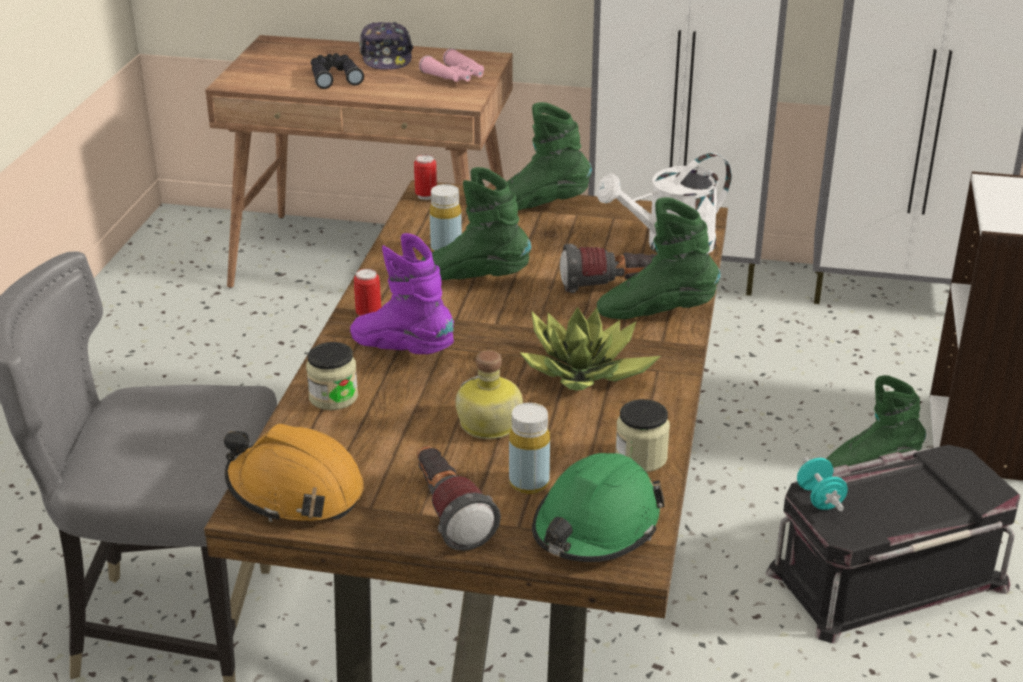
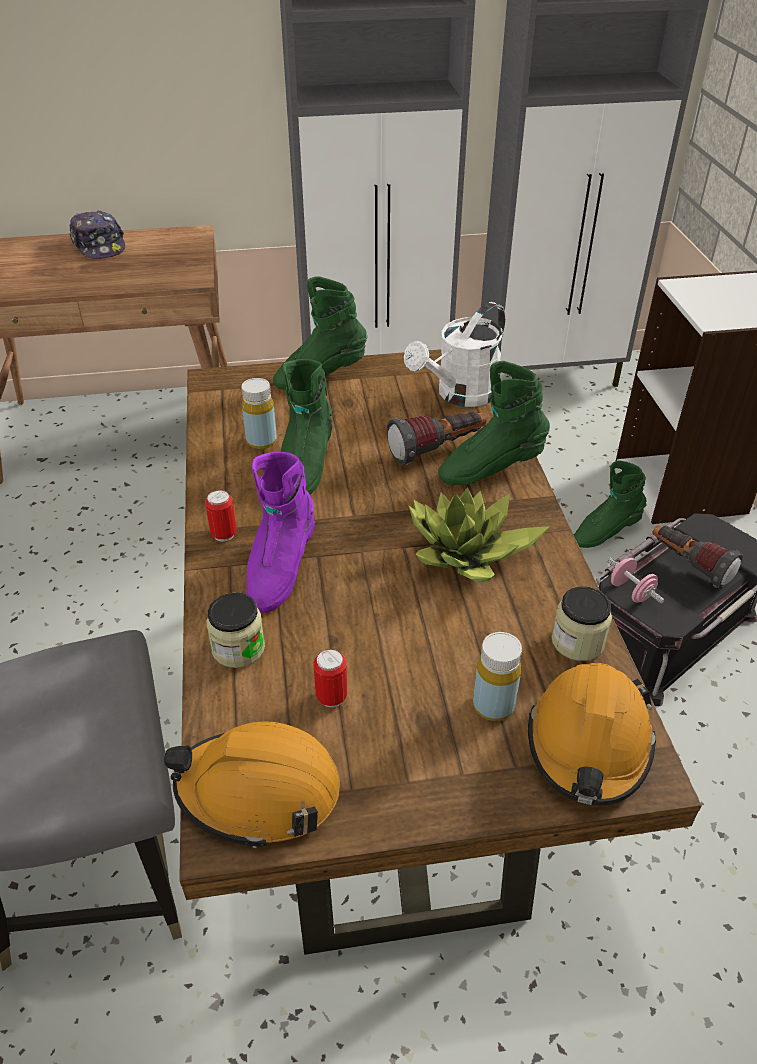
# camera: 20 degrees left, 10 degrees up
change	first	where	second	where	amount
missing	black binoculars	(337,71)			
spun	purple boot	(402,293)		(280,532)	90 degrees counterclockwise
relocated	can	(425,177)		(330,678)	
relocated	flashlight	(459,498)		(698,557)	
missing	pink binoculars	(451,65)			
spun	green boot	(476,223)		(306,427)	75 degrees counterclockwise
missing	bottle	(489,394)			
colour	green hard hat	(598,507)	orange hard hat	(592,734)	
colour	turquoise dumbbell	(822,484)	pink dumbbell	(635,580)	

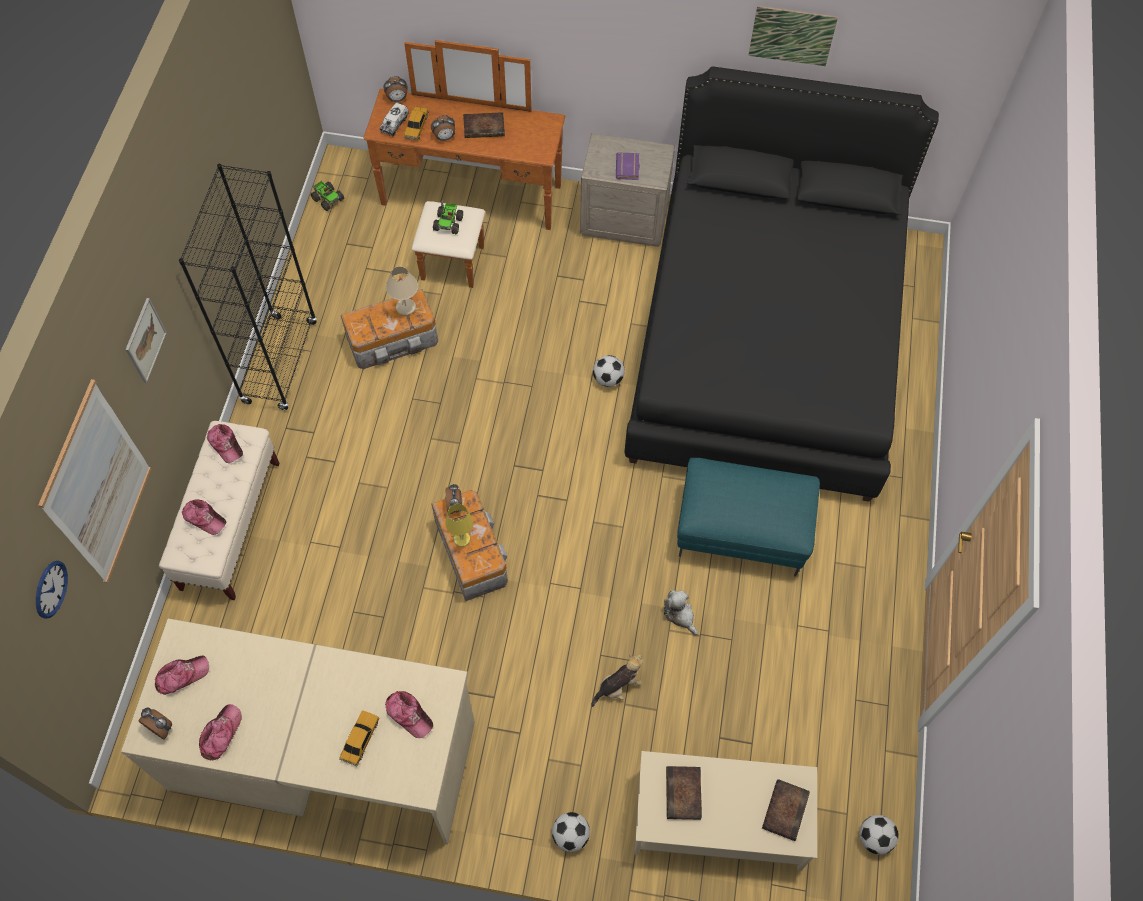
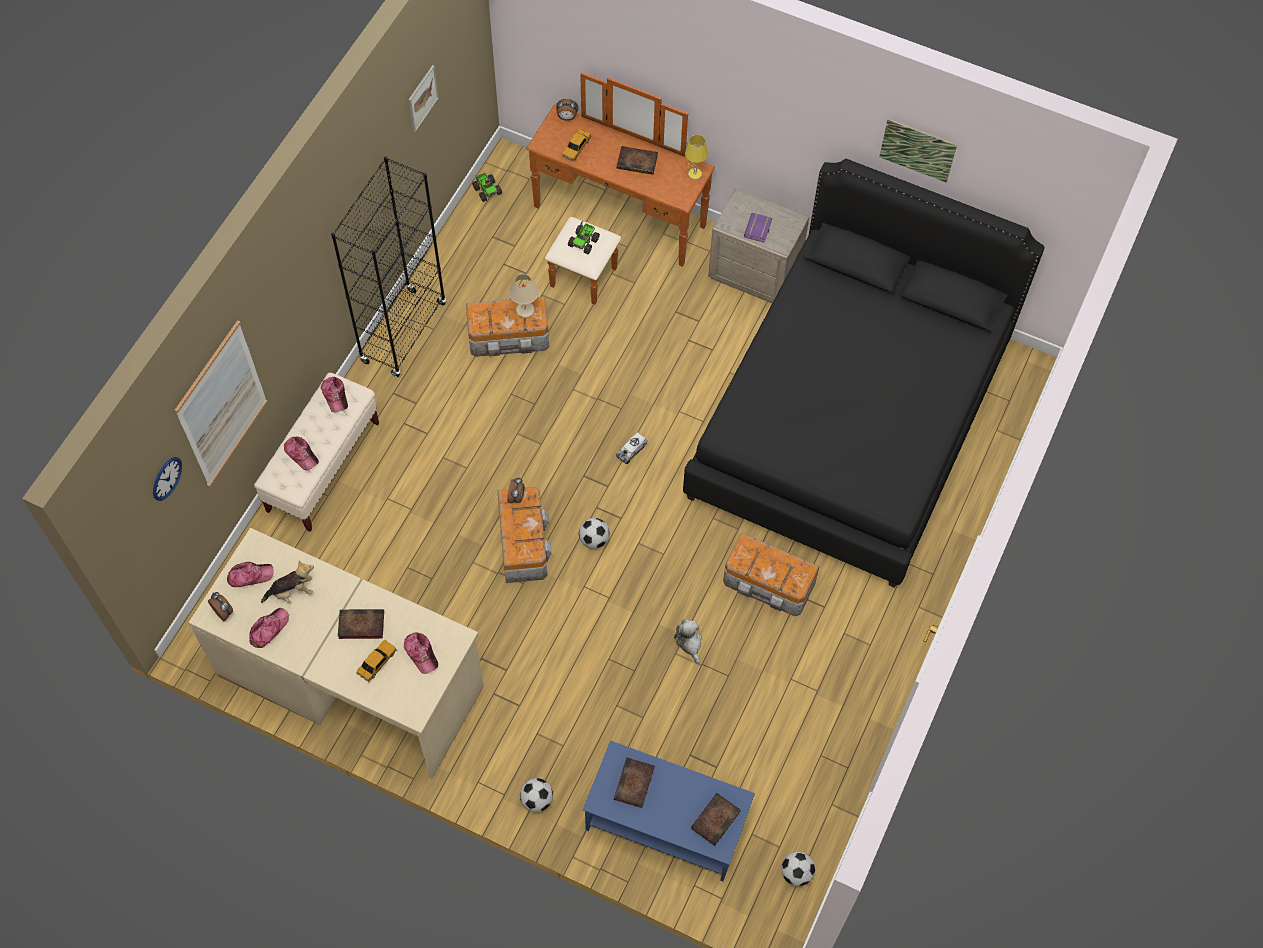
# camera: 15 degrees right, 0 degrees up
change	first	where	second	where	amount
relocated	picture	(146,340)		(423,98)	
relocated	toy truck	(394,119)		(631,448)	
missing	alarm clock	(443,128)			
relocated	yellow table lamp	(459,525)		(696,157)	
relocated	plush toy	(617,681)		(287,582)	
relocated	football	(609,371)		(594,533)	
colour	beige coffee table	(725,811)	blue coffee table	(669,810)	
exchanged	turquoise ottoman	(748,517)	storage box	(771,574)	
appeared			book	(361,624)	

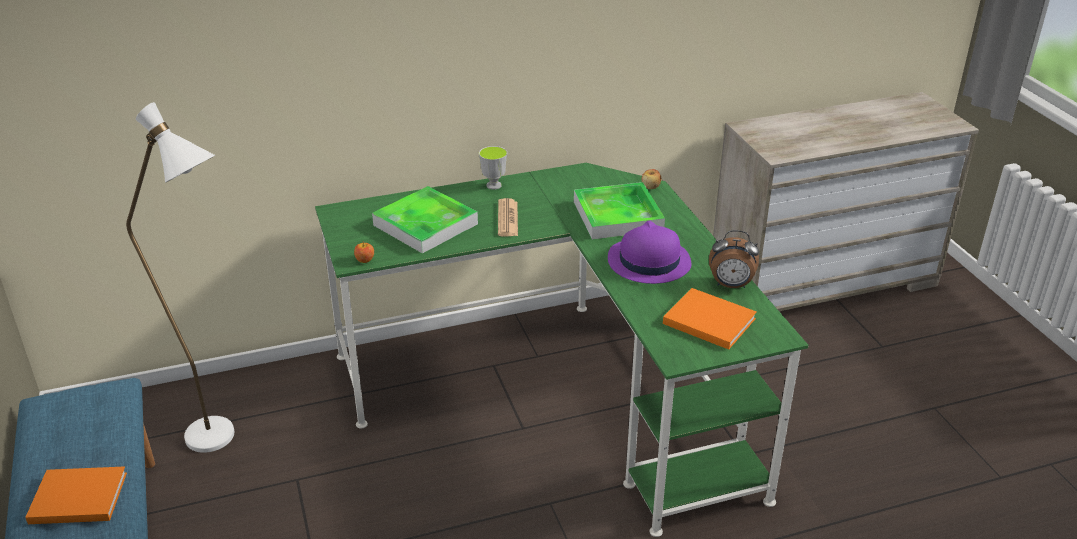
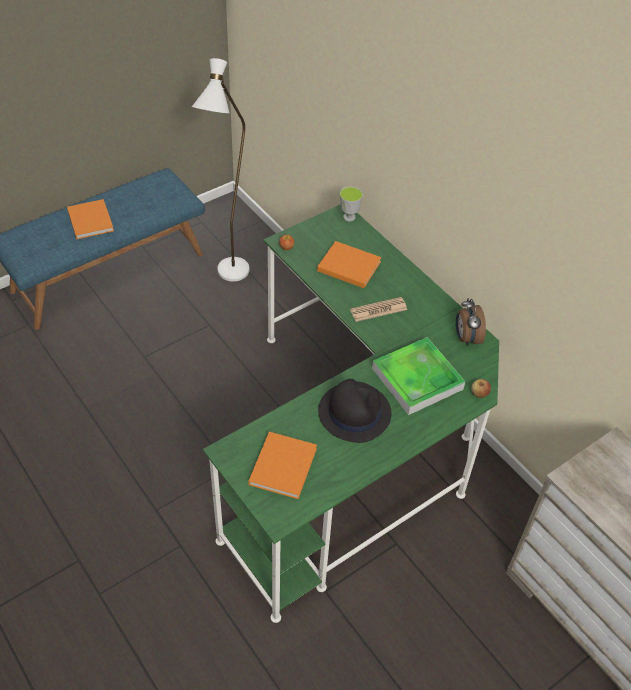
# camera: 70 degrees right, 15 degrees up
change	first	where	second	where	amount
exchanged	tray	(425,219)	orange book	(349,264)	
relocated	cup	(493,168)		(351,204)	
colour	purple hat	(650,252)	black hat	(355,411)	
relocated	alarm clock	(734,259)		(471,322)	

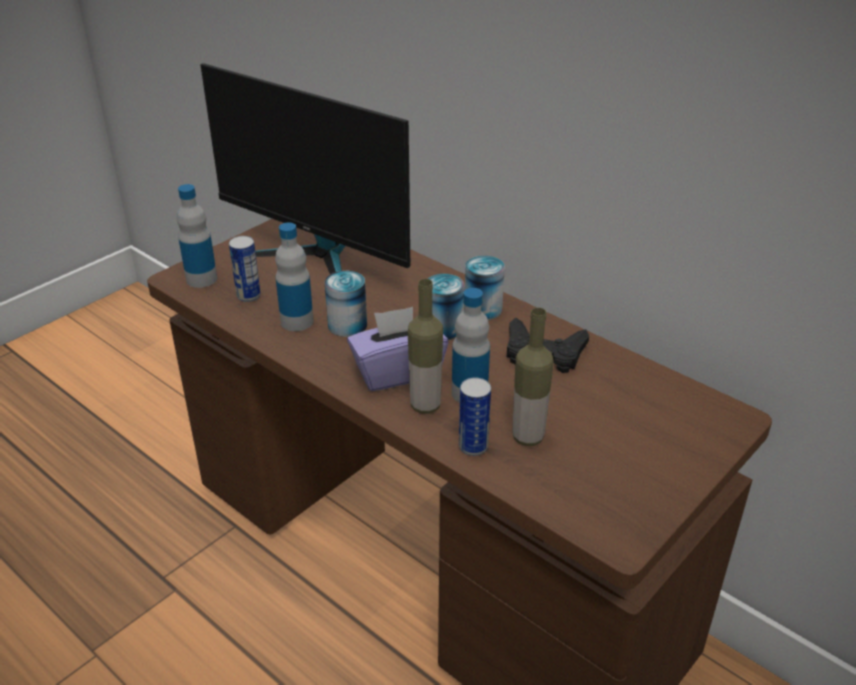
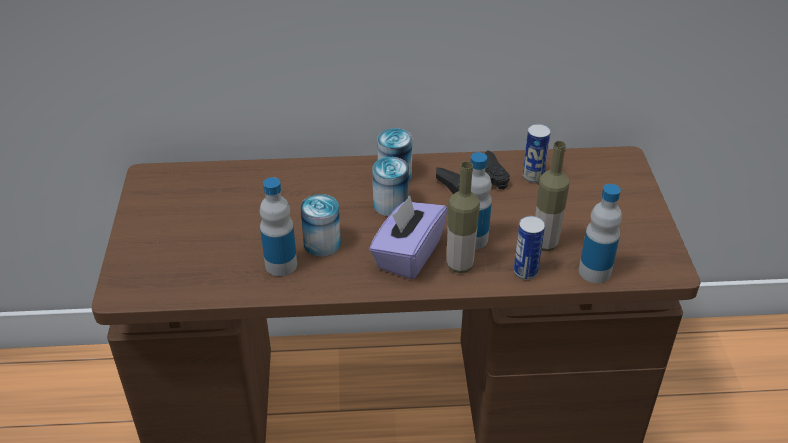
# camera: 45 degrees left, 5 degrees up
change	first	where	second	where	amount
relocated	bottle	(197,236)		(600,233)	
missing	monitor	(305,168)			
relocated	can	(245,269)		(537,153)	

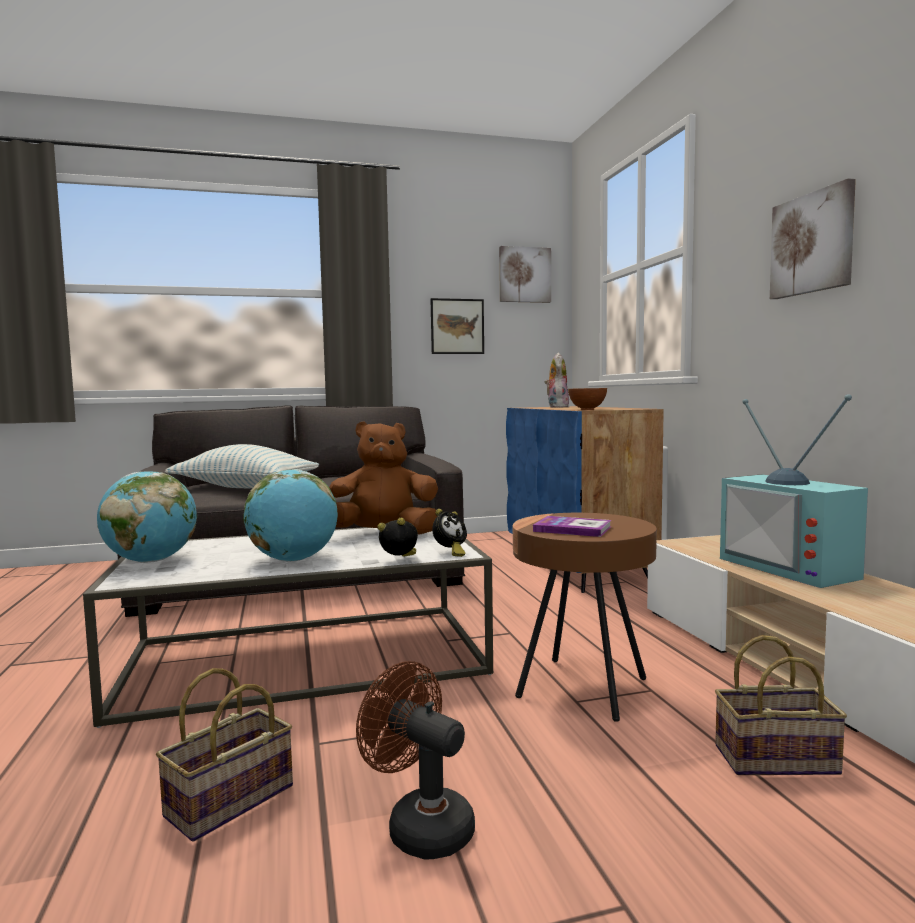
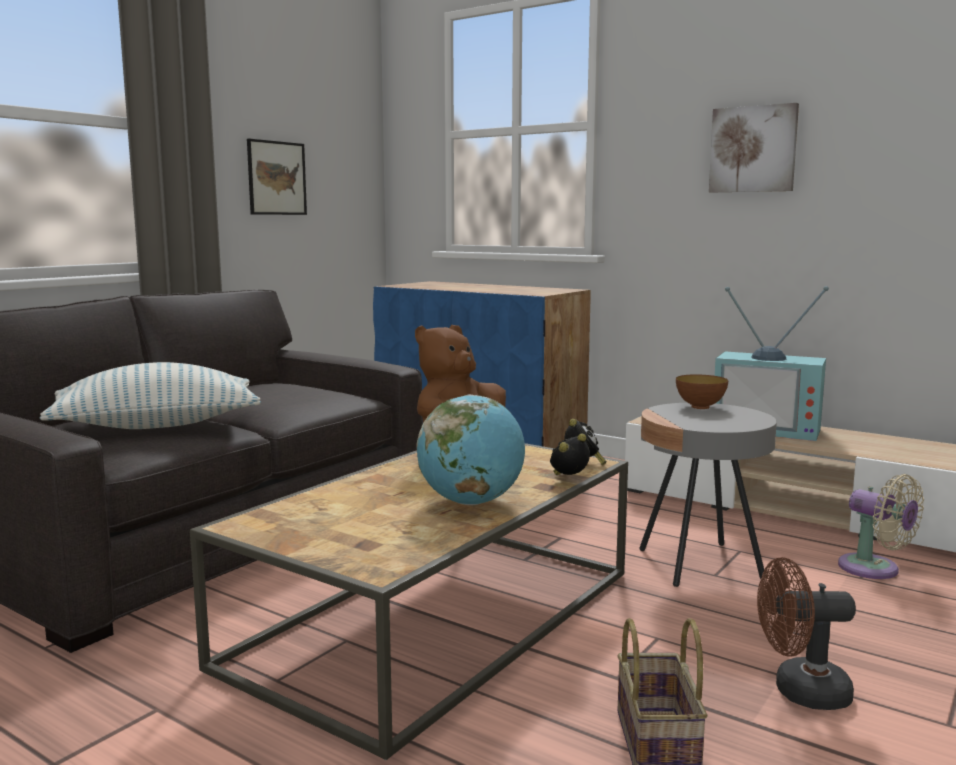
# camera: 40 degrees left, 5 degrees up
change	first	where	second	where	amount
colour	white coffee table	(288,627)	brown coffee table	(409,601)	
missing	globe	(147,517)			
missing	picture	(525,274)			
colour	brown side table	(585,617)	grey side table	(708,495)	
missing	book	(572,526)			
missing	plush toy	(557,380)			
relocated	bowl	(587,399)		(702,392)	
exchanged	basket	(781,705)	beige fan	(881,526)	

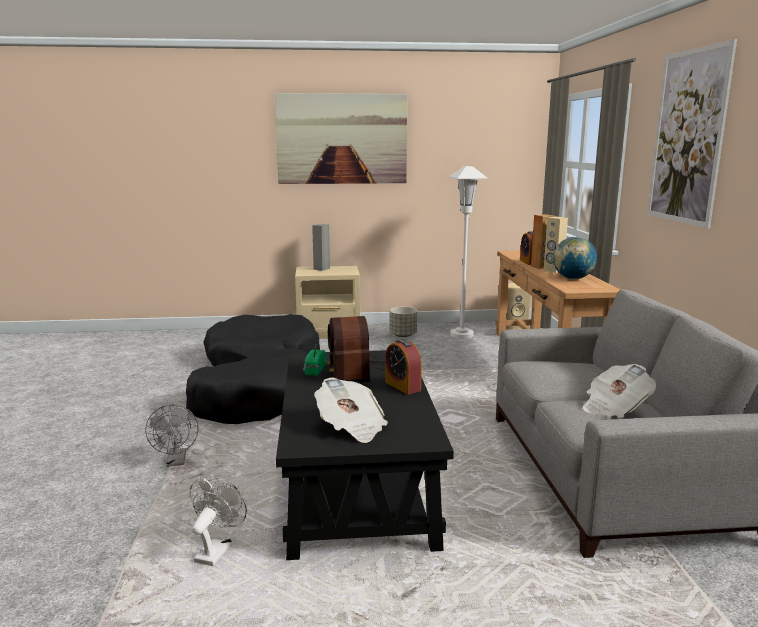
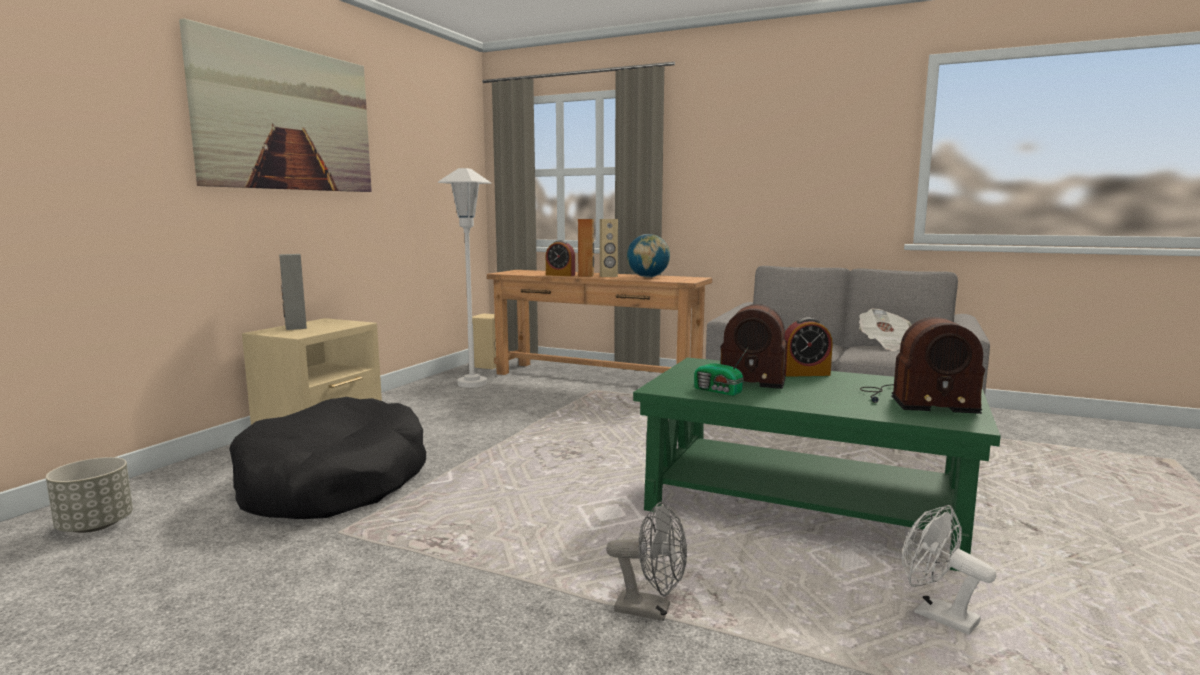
# camera: 60 degrees left, 5 degrees down
change	first	where	second	where	amount
missing	black dog bed	(245,386)			
colour	black coffee table	(365,455)	green coffee table	(817,464)	
exchanged	newspaper	(351,410)	radio	(922,365)	
relocated	grey planter	(403,322)		(89,495)	
missing	picture	(692,133)			

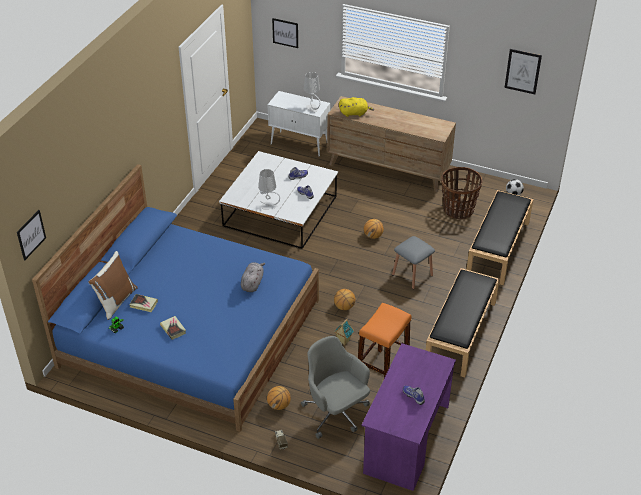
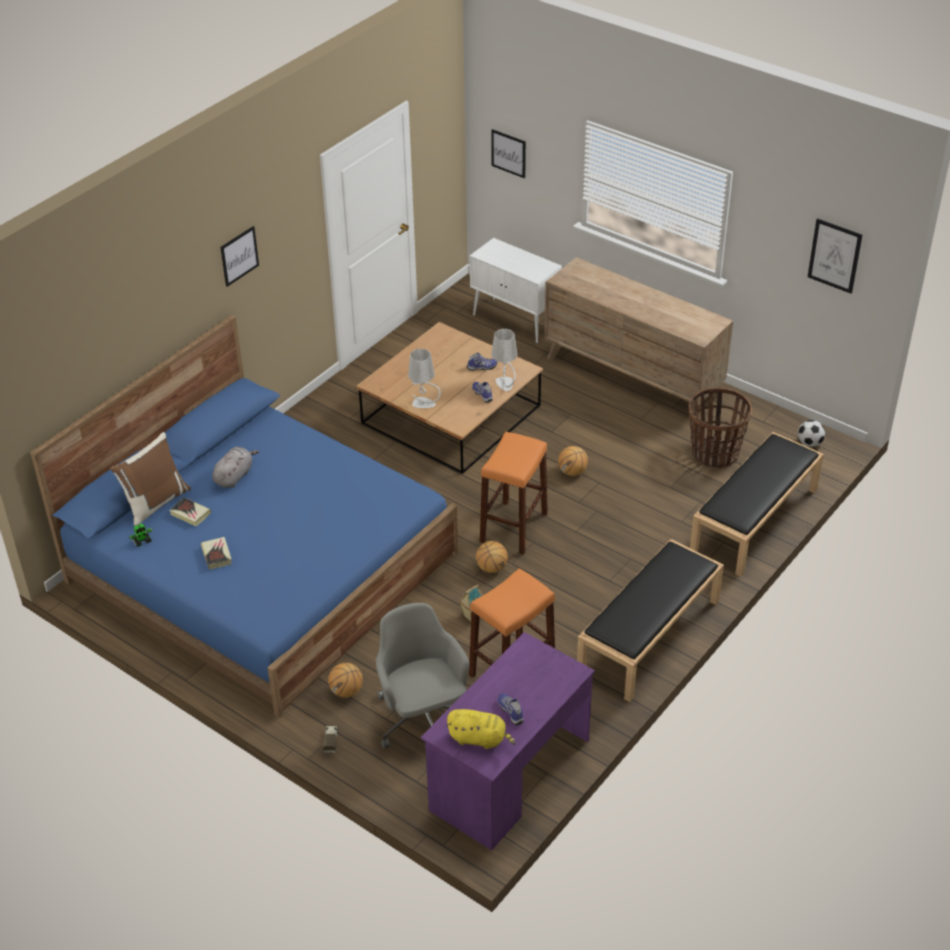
# camera: 15 degrees right, 0 degrees up
change	first	where	second	where	amount
relocated	picture	(31,235)		(239,256)	
colour	white coffee table	(278,200)	brown coffee table	(449,398)	
relocated	grey plush toy	(253,277)		(235,467)	
relocated	grey table lamp	(312,92)		(504,360)	
relocated	yellow plush toy	(356,107)		(480,729)	
missing	grey stool	(413,262)			
appeared			orange stool	(514,493)	

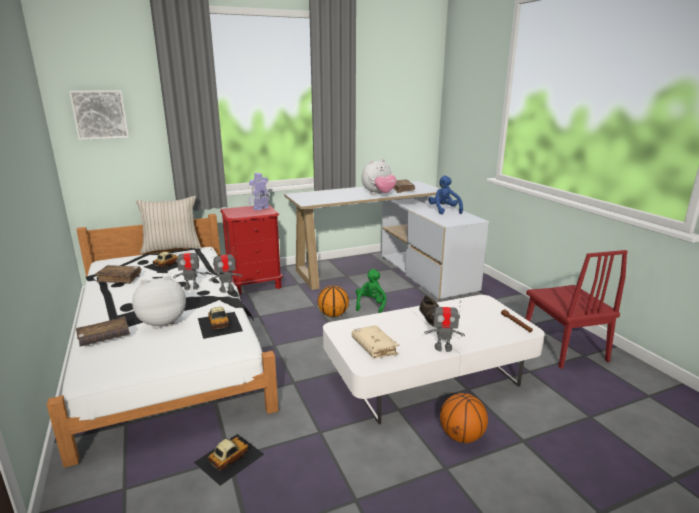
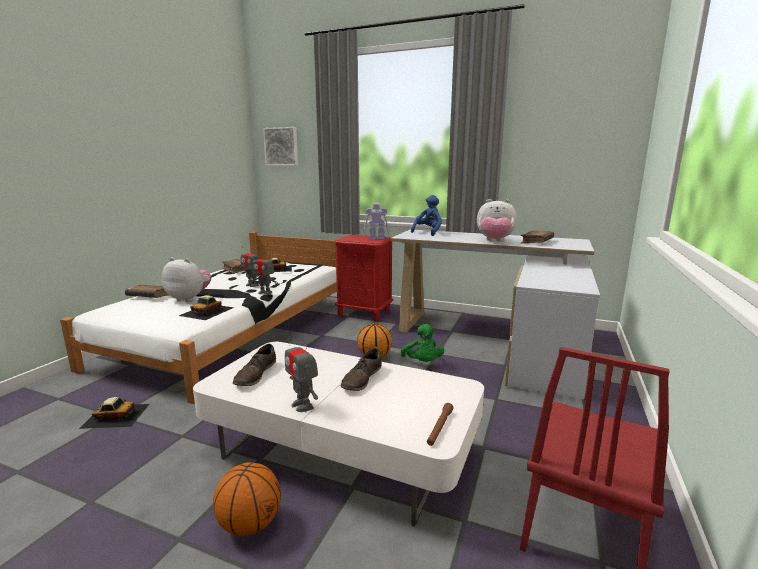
# camera: 45 degrees right, 5 degrees down
change	first	where	second	where	amount
missing	beige pillow	(168,225)			
exchanged	beige book	(375,342)	brown shoe	(254,365)	
spun	green plush toy	(371,291)		(422,343)	105 degrees clockwise
relocated	blue plush toy	(446,195)		(426,215)	

